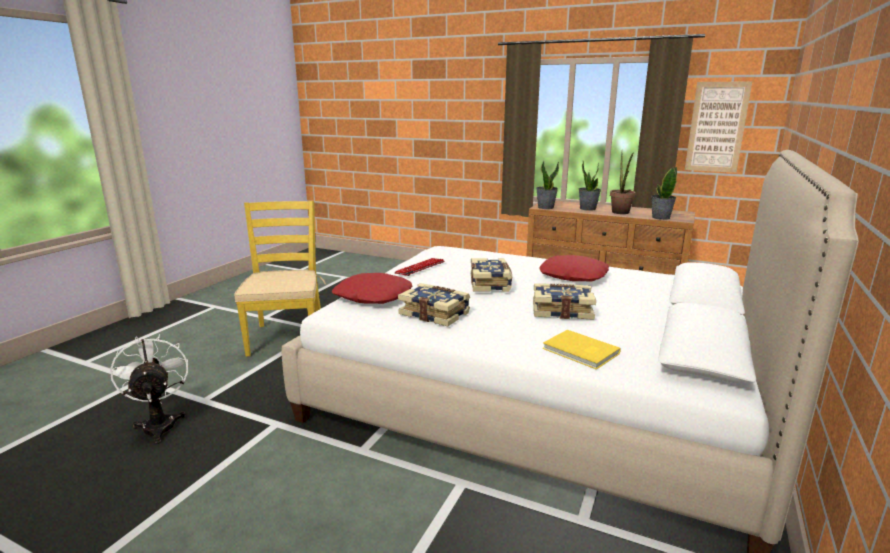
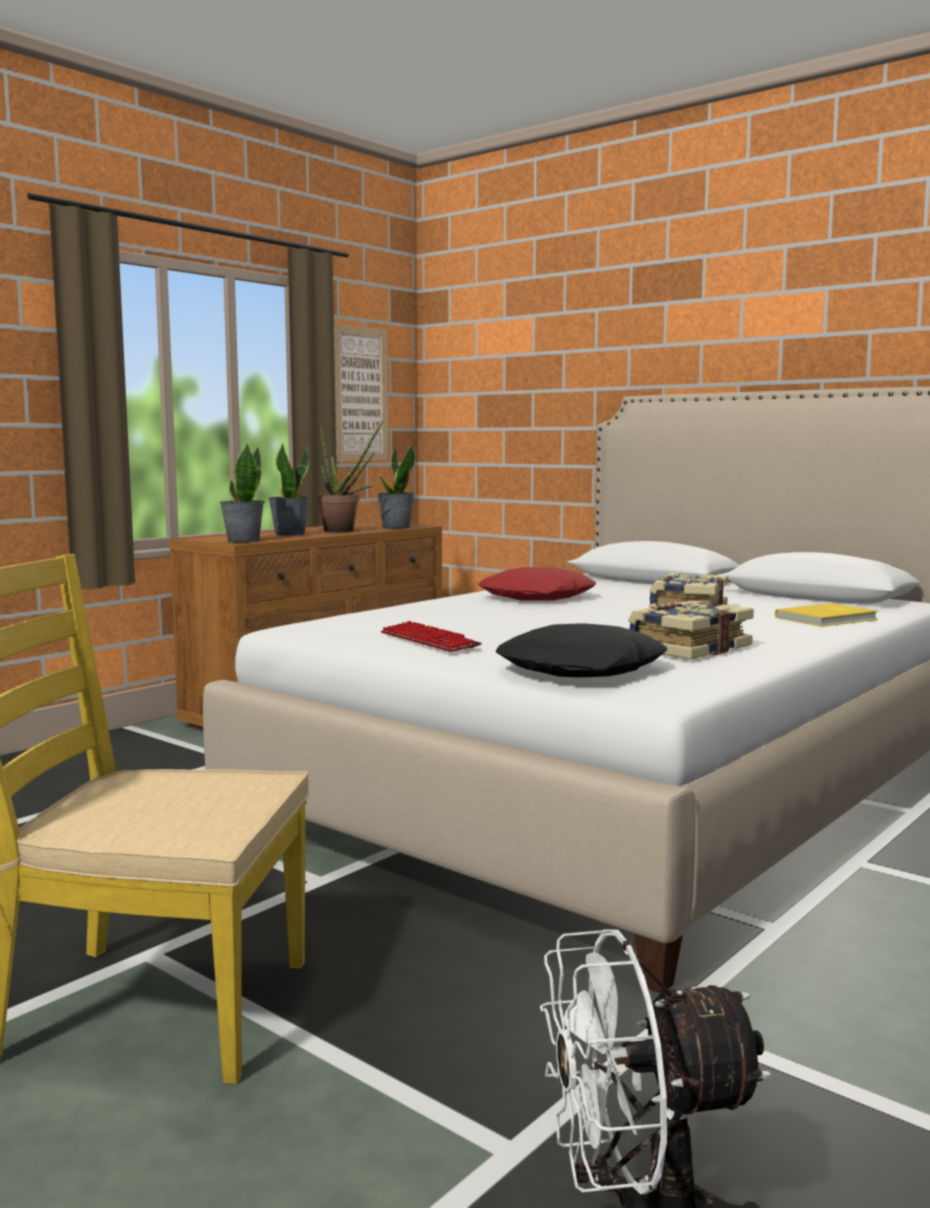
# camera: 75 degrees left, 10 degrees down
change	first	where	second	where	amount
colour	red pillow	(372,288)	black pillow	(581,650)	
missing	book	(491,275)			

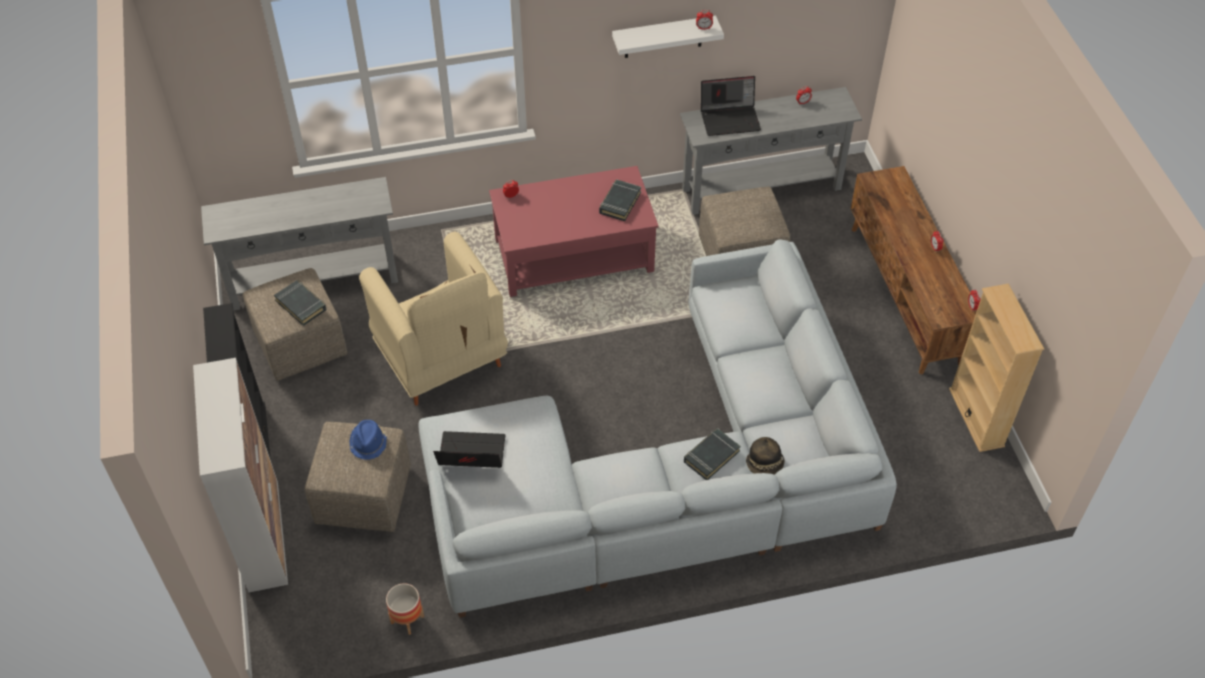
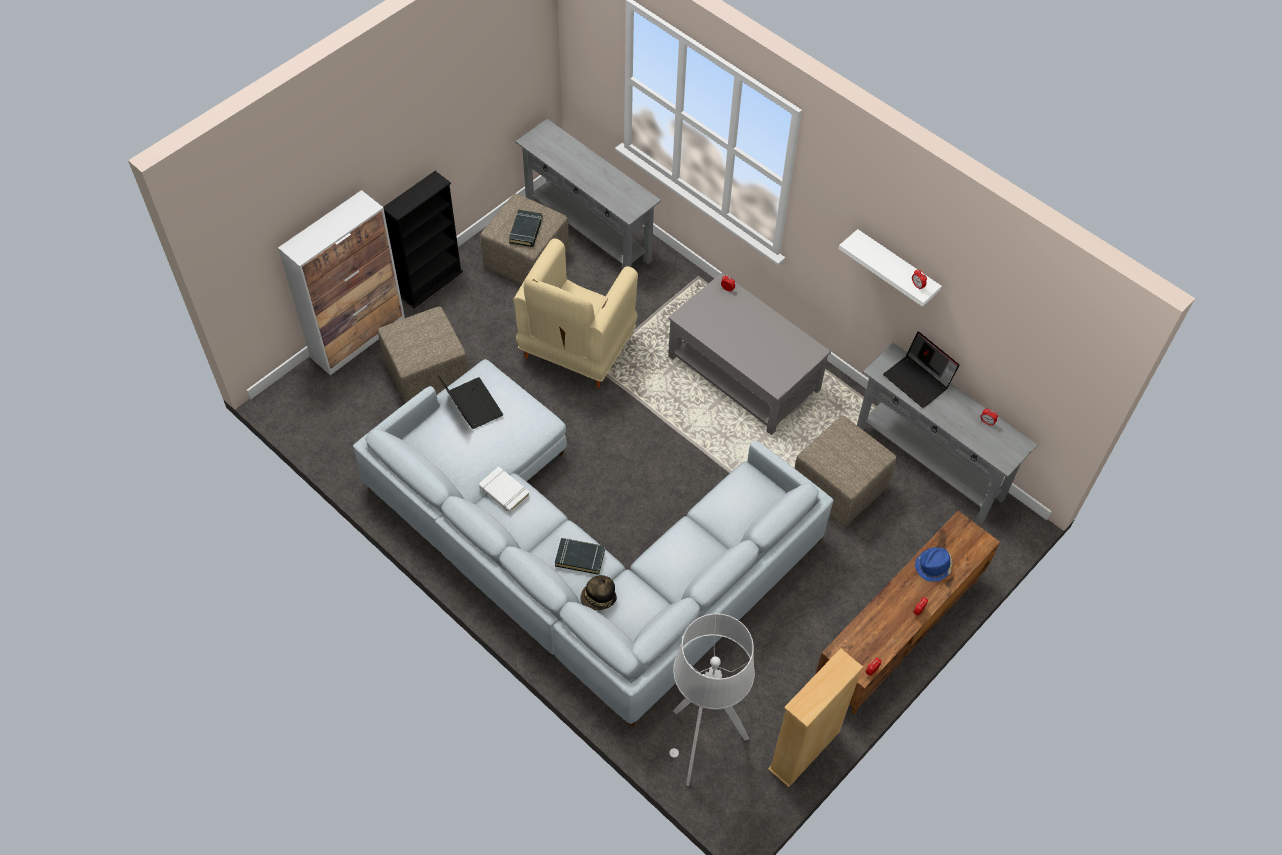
# camera: 55 degrees right, 5 degrees up
change	first	where	second	where	amount
relocated	blue hat	(368,440)		(934,564)	
missing	planter	(405,609)			
colour	red coffee table	(573,231)	grey coffee table	(749,354)	
missing	black book	(620,200)			
appeared			white book	(504,490)	
appeared			grey floor lamp	(712,699)	

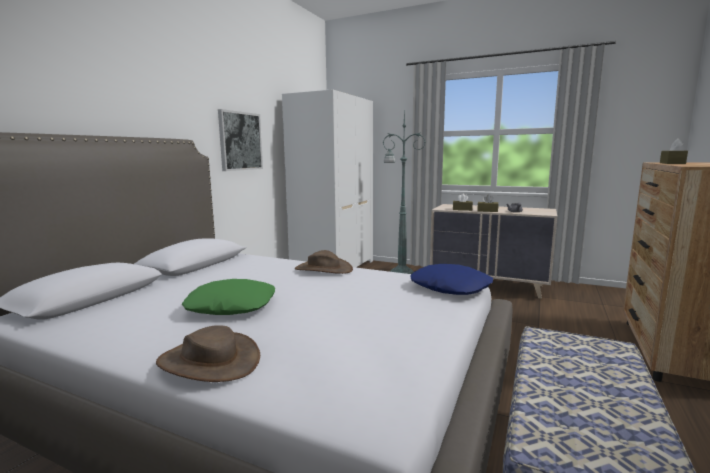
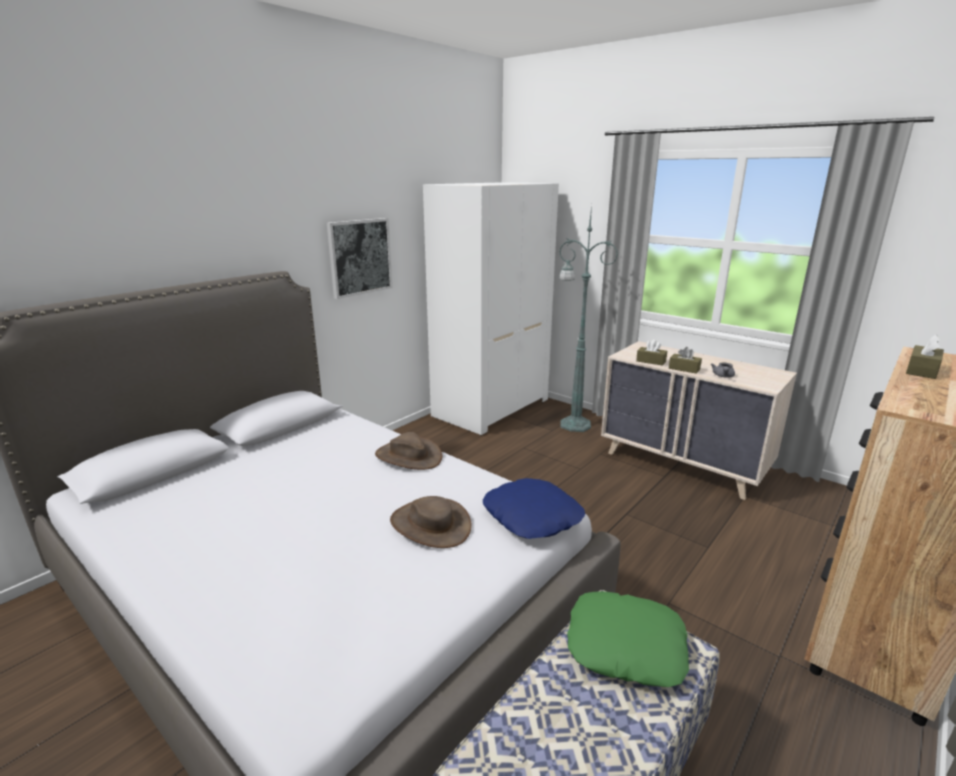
# camera: 15 degrees right, 10 degrees up
change	first	where	second	where	amount
relocated	brown hat	(208,353)		(431,522)	
relocated	green pillow	(228,297)		(628,639)	

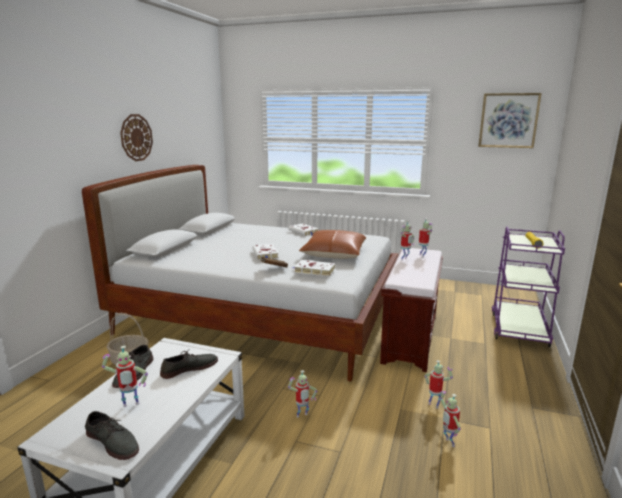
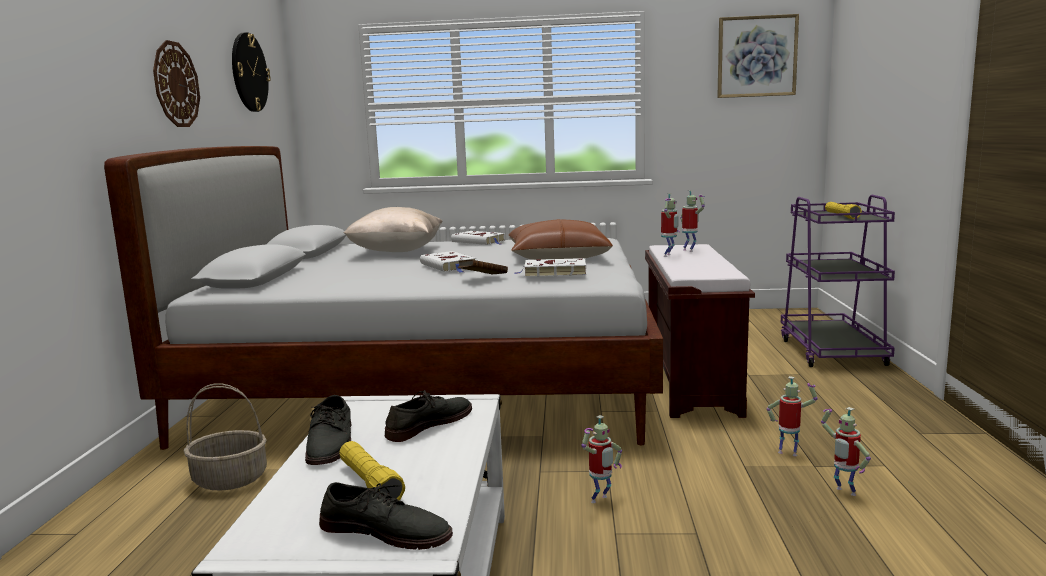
# camera: 15 degrees left, 5 degrees down
change	first	where	second	where	amount
exchanged	toy robot	(125,376)	yellow flashlight	(372,470)	
appeared			wall clock	(251,72)	
appeared			beige pillow	(392,229)	

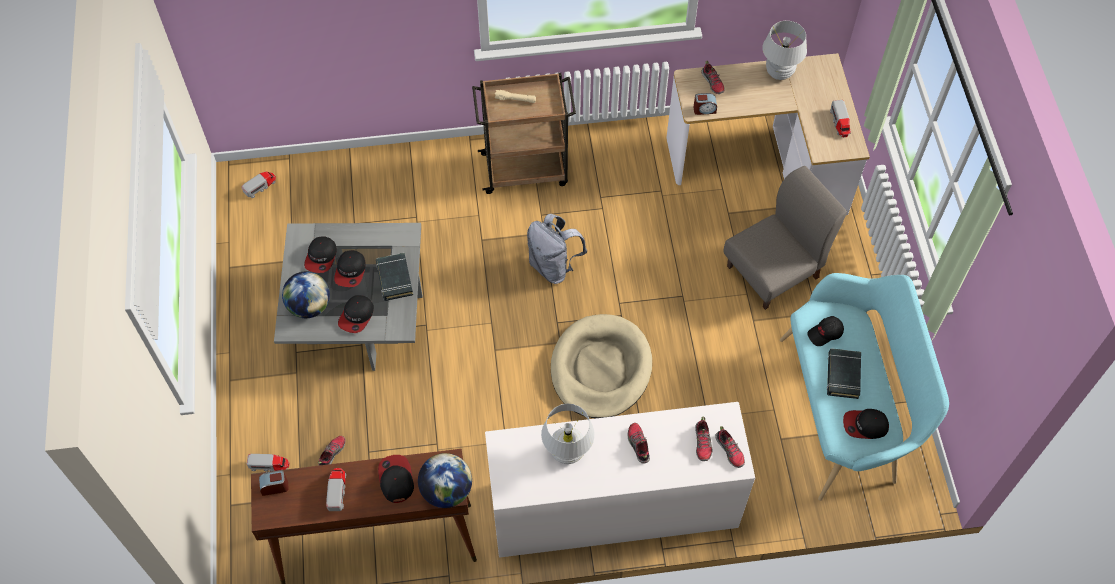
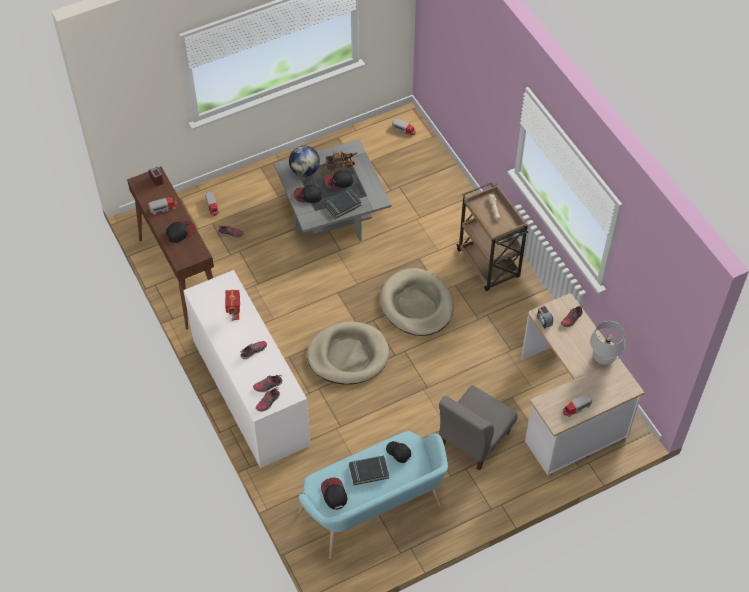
# camera: 70 degrees right, 5 degrees down
change	first	where	second	where	amount
exchanged	cap	(320,255)	toy truck	(342,160)	
missing	globe	(445,480)			
exchanged	grey backpack	(557,249)	beige dog bed	(416,302)	
exchanged	white table lamp	(568,434)	toy robot	(232,305)	
spun	grey chair	(785,238)		(478,428)	90 degrees clockwise

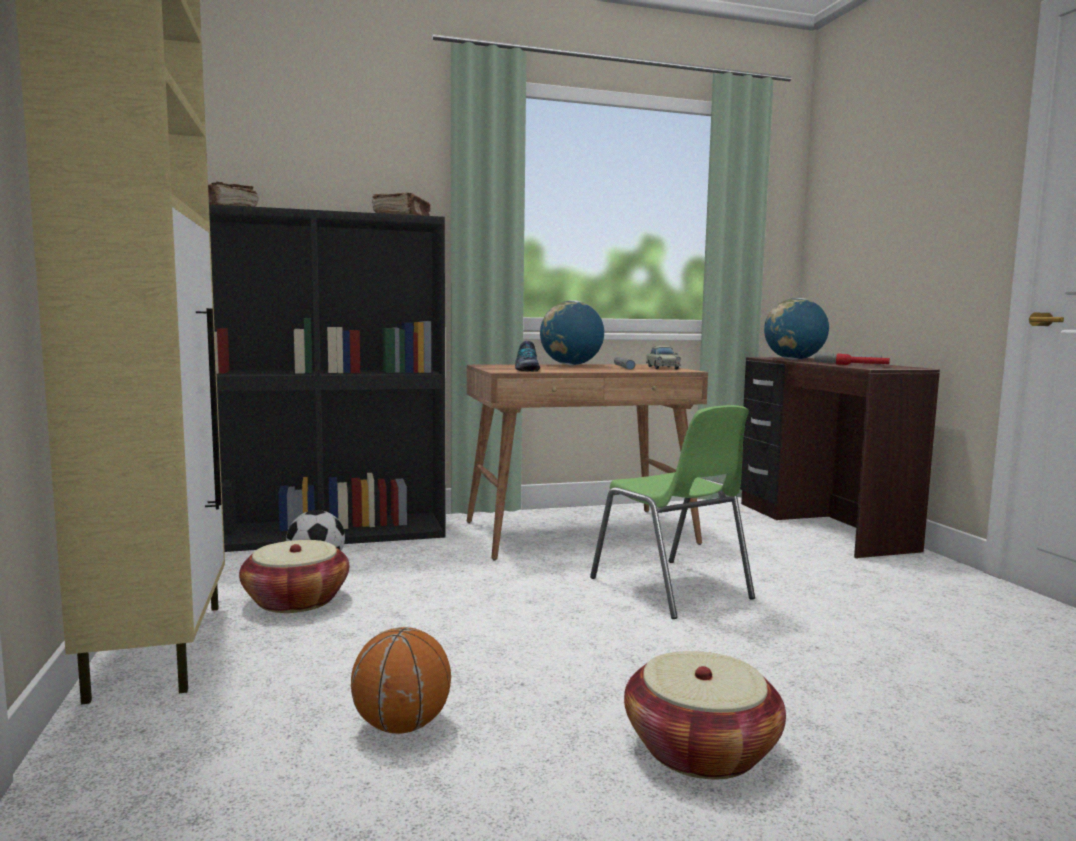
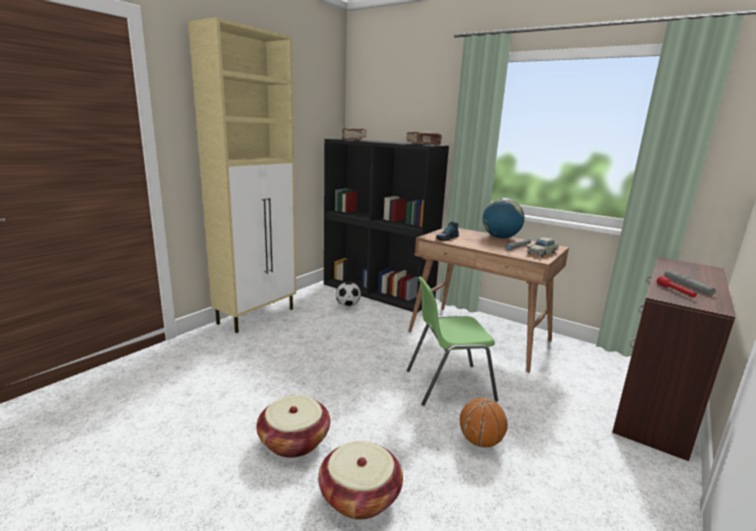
# camera: 50 degrees right, 10 degrees up
change	first	where	second	where	amount
relocated	basket	(294,576)		(360,480)	
relocated	basketball	(401,680)		(484,422)	
spun	green chair	(672,512)		(452,341)	60 degrees clockwise
missing	globe	(796,329)			

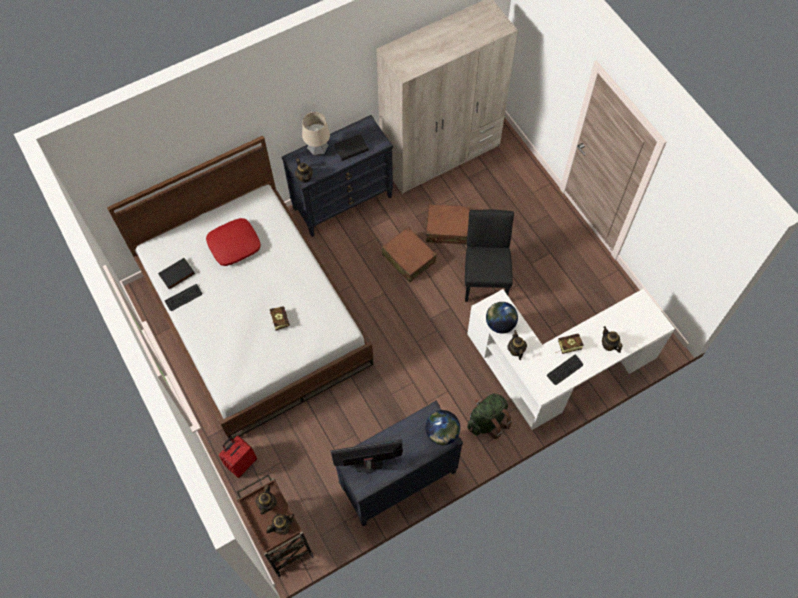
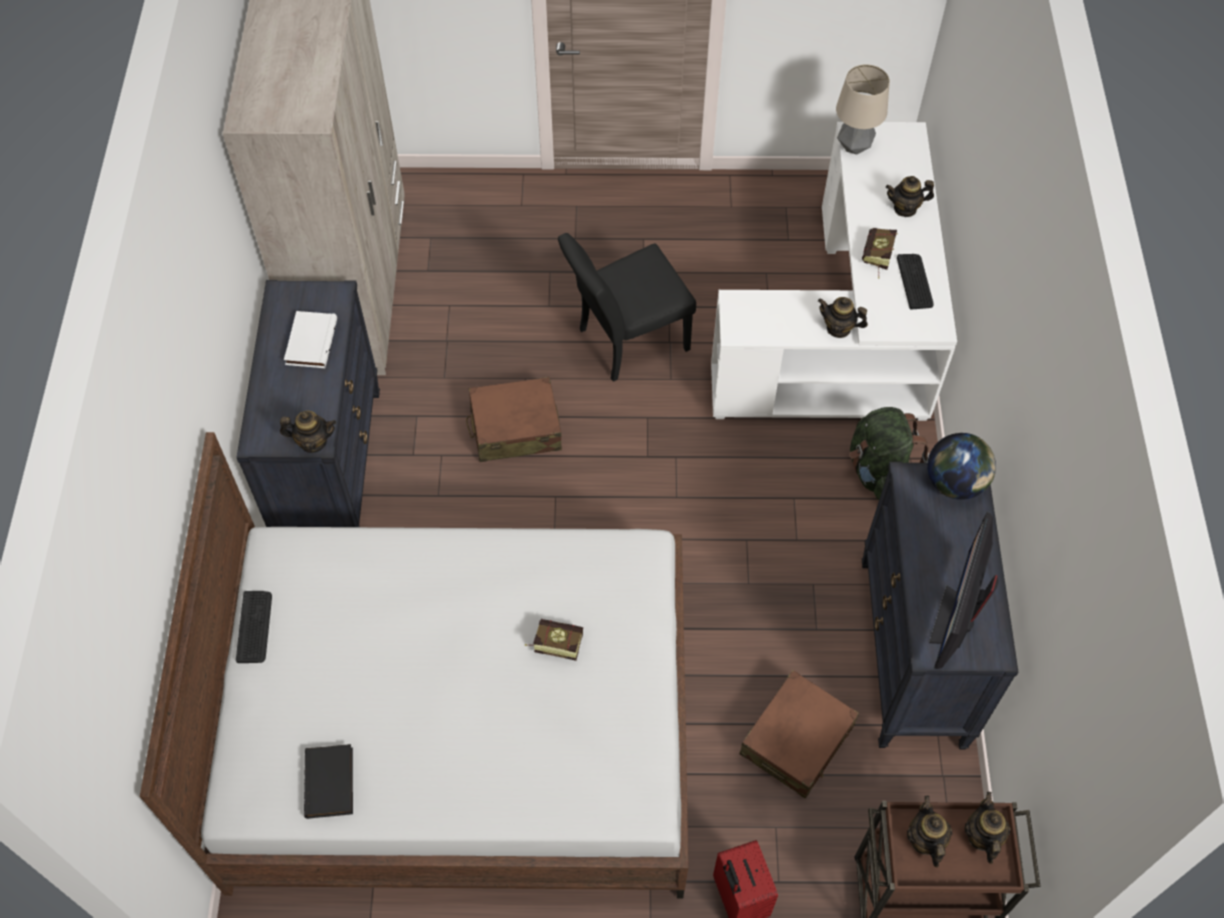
# camera: 60 degrees left, 5 degrees down
change	first	where	second	where	amount
relocated	keyboard	(183,297)		(254,627)	
missing	red pillow	(233,242)			
spun	teapot	(266,500)		(929,831)	135 degrees counterclockwise
relocated	table lamp	(316,134)		(863,109)	
colour	black book	(351,147)	white book	(310,339)	
relocated	brown suitcase	(448,224)		(799,734)	
spun	black chair	(489,255)		(627,307)	60 degrees counterclockwise
missing	globe	(502,318)			

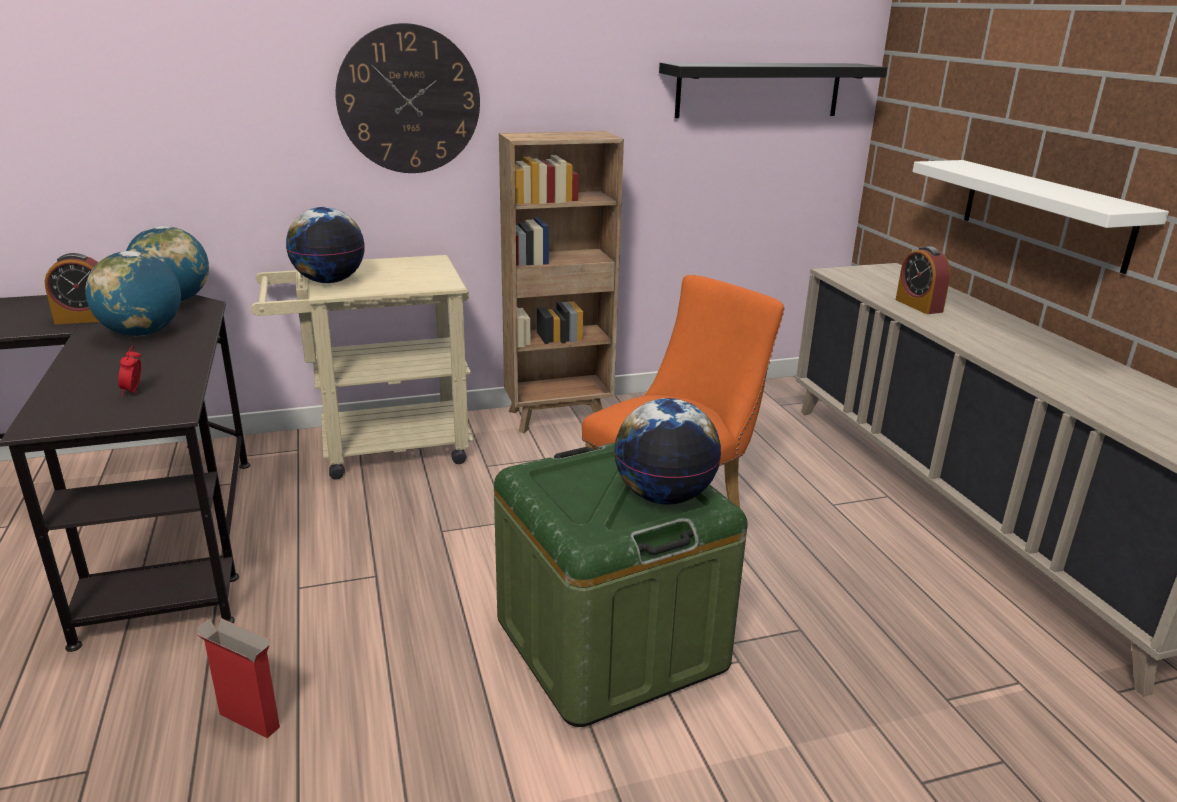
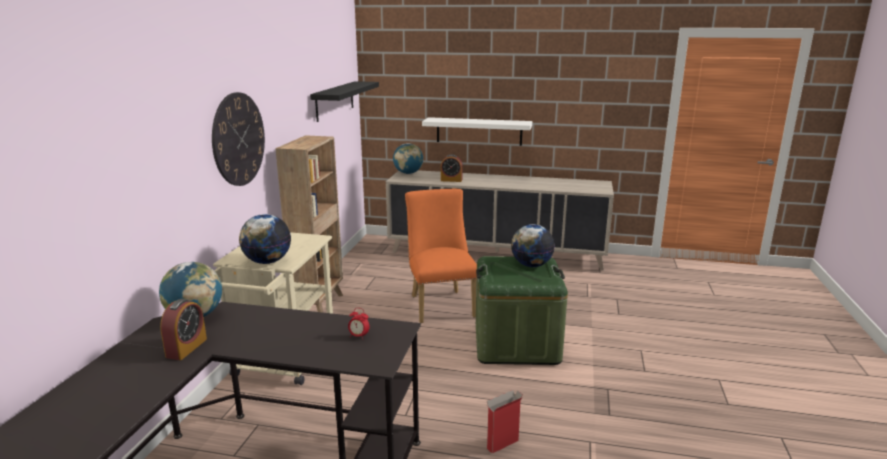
# camera: 60 degrees left, 5 degrees down
change	first	where	second	where	amount
relocated	globe	(133,293)		(408,158)	

